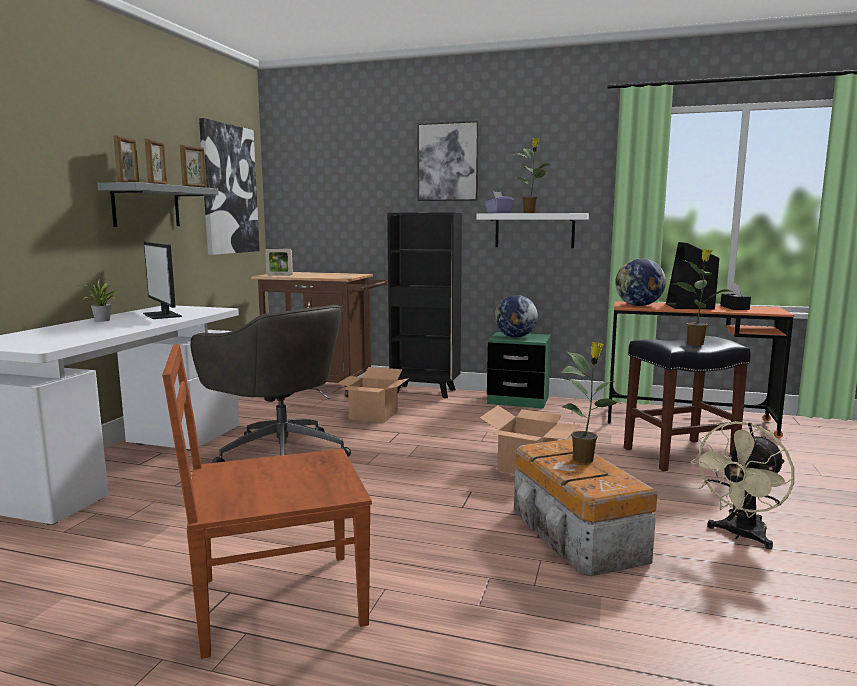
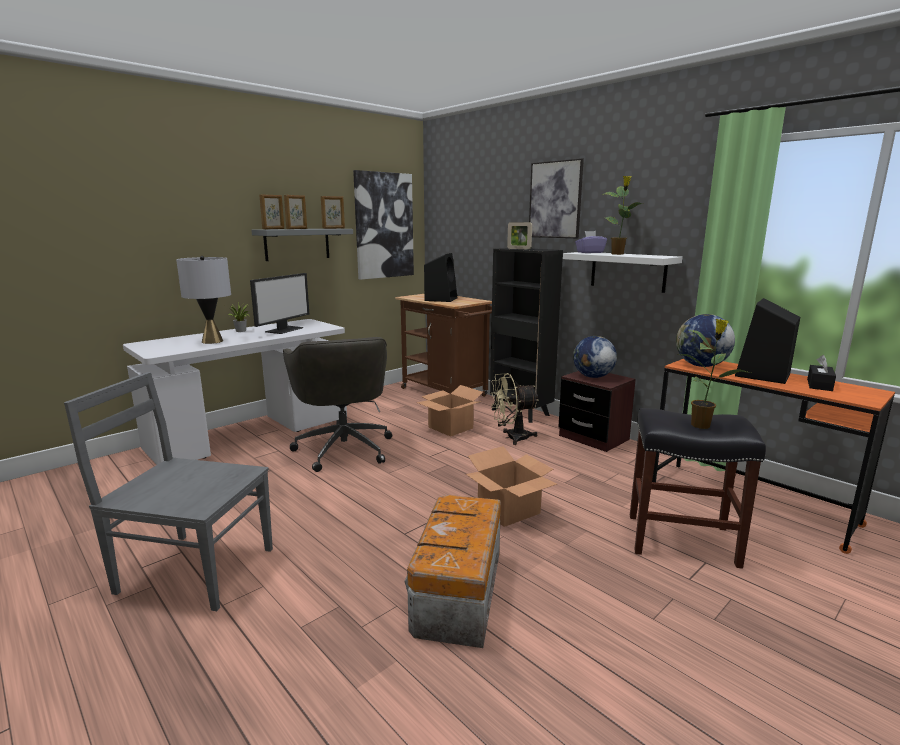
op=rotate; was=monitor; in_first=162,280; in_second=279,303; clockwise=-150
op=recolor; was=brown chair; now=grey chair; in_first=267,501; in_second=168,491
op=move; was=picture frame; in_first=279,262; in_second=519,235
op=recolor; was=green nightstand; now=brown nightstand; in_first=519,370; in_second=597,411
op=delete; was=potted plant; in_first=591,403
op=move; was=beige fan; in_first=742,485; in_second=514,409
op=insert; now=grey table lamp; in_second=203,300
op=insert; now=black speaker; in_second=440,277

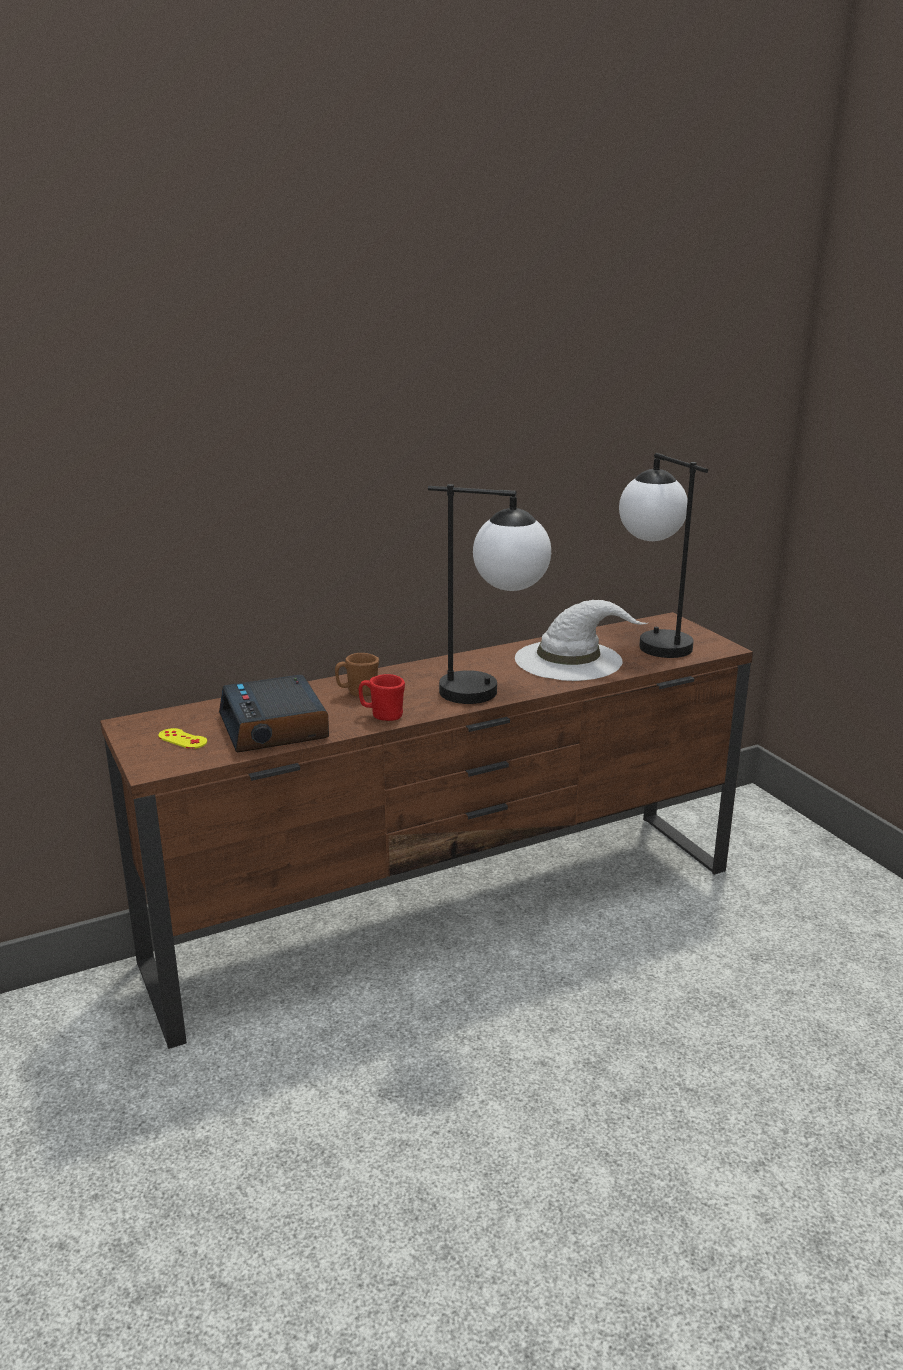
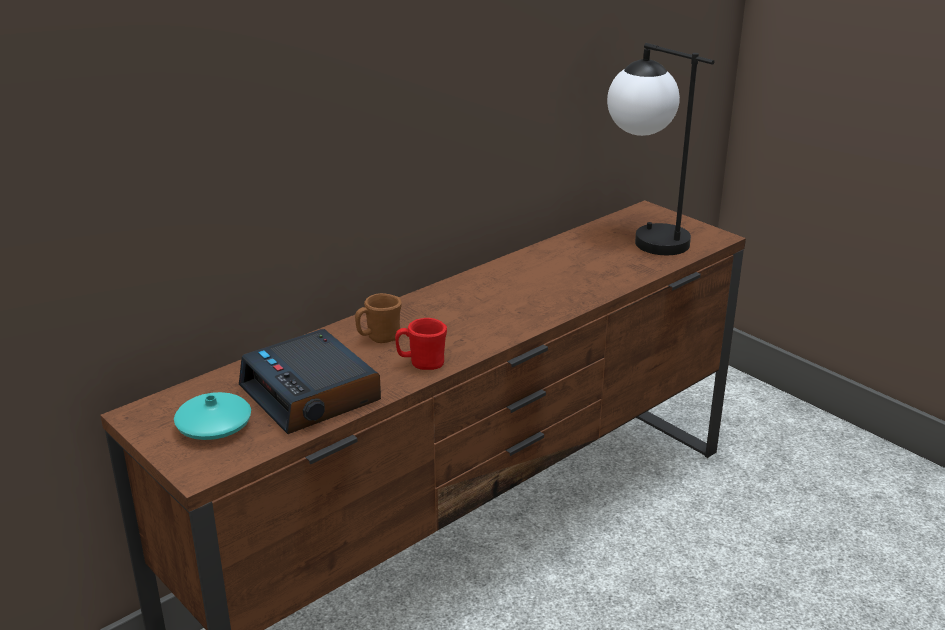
op=replace; was=yellow game controller; now=turquoise vase; in_first=182,738; in_second=212,416
op=delete; was=table lamp; in_first=489,594
op=delete; was=white hat; in_first=581,640

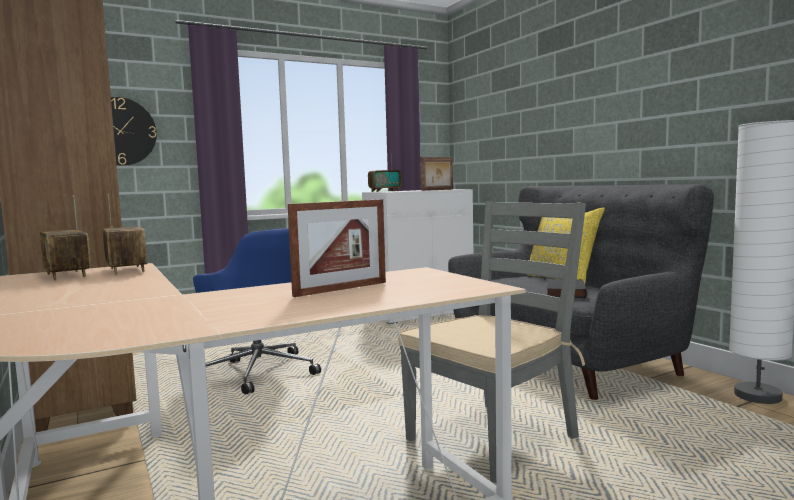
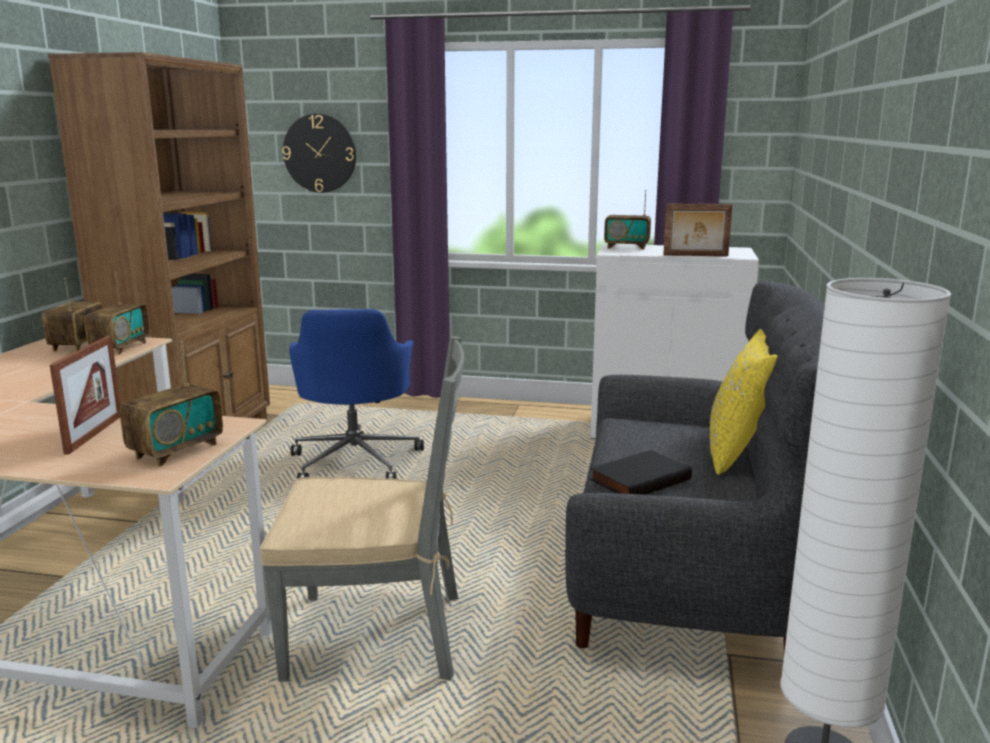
op=rotate; was=picture frame; in_first=337,248; in_second=85,395; clockwise=-90
op=insert; now=radio; in_second=171,404

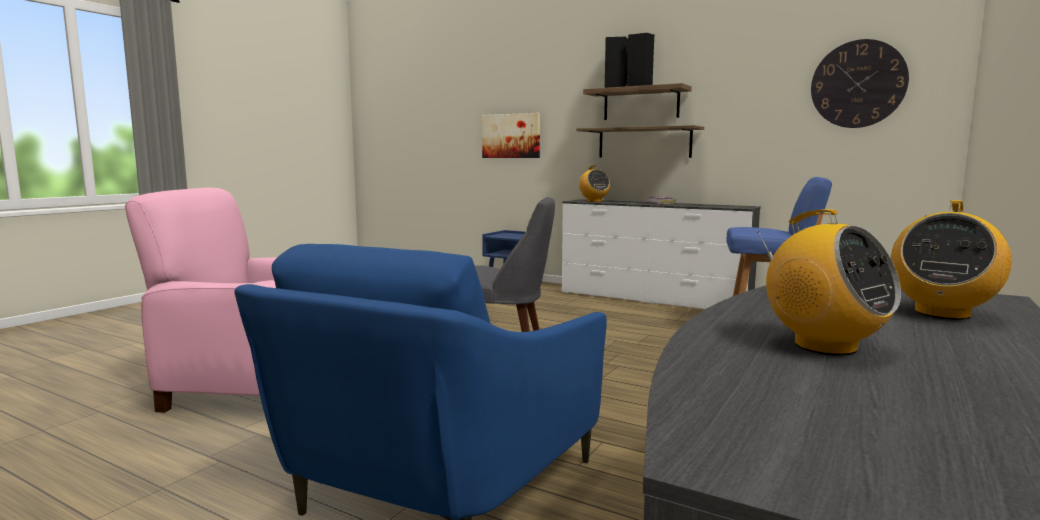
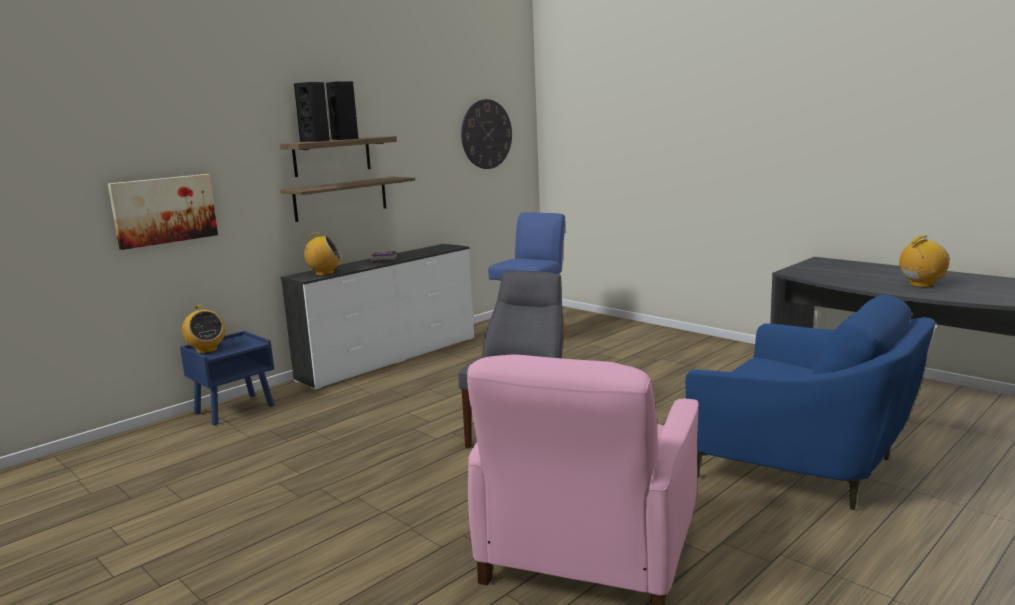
op=move; was=radio; in_first=951,260; in_second=203,329

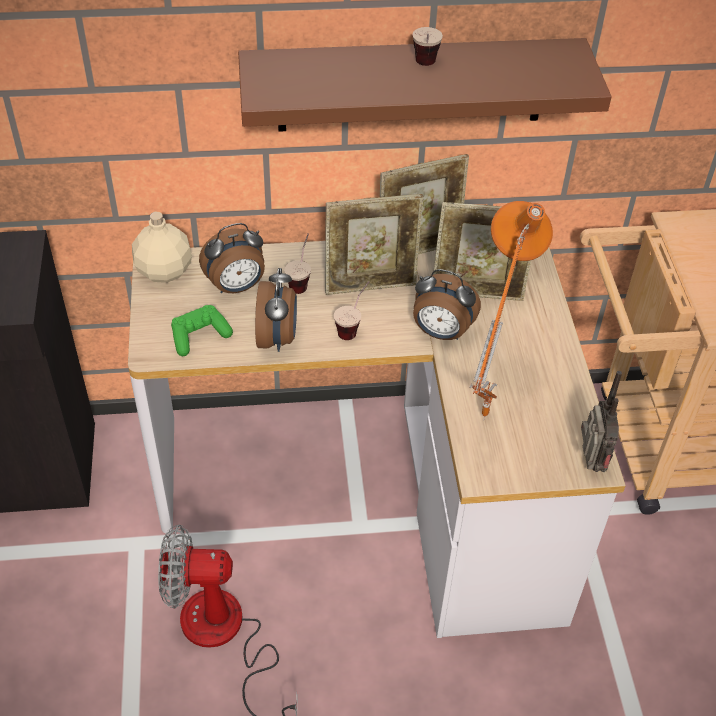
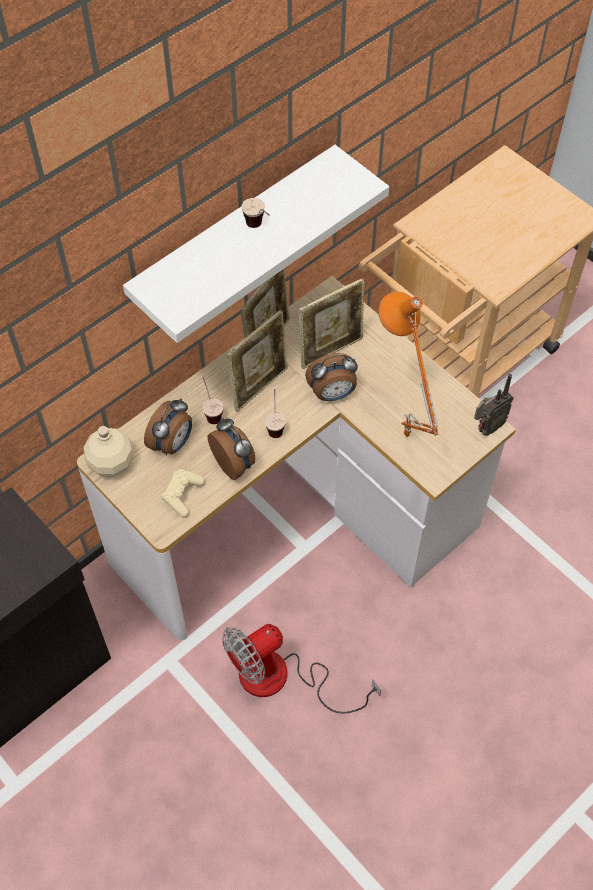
op=recolor; was=green game controller; now=beige game controller; in_first=202,330; in_second=183,493
op=recolor; was=brown shelf; now=white shelf; in_first=425,85; in_second=256,244
op=rotate; was=radio; in_first=601,421; in_second=493,405; clockwise=90

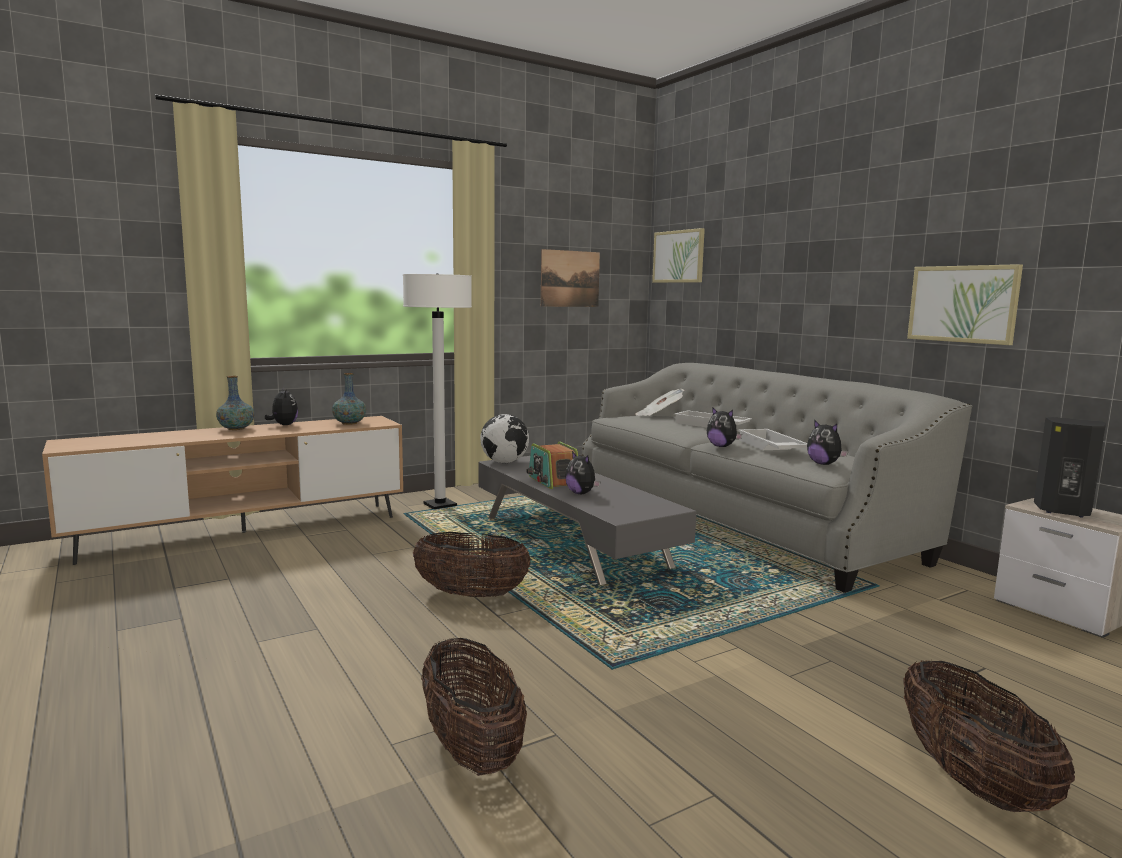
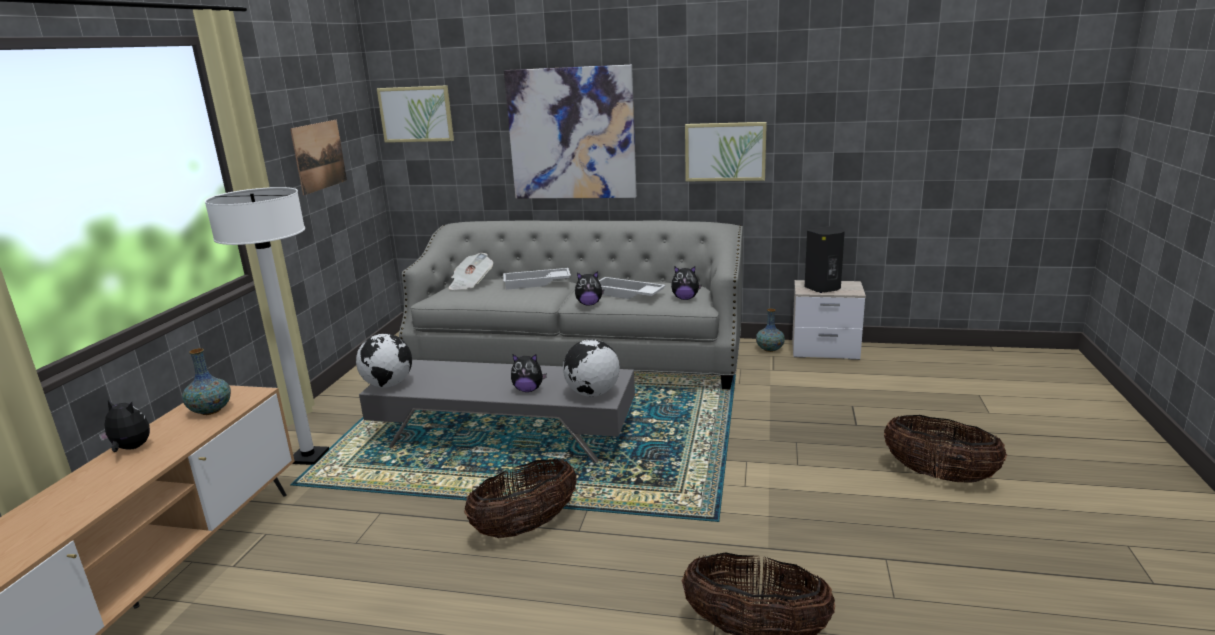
op=move; was=vase; in_first=235,403; in_second=770,330
op=delete; was=radio; in_first=552,465
op=insert; now=picture; in_second=570,132
op=insert; now=globe; in_second=591,368

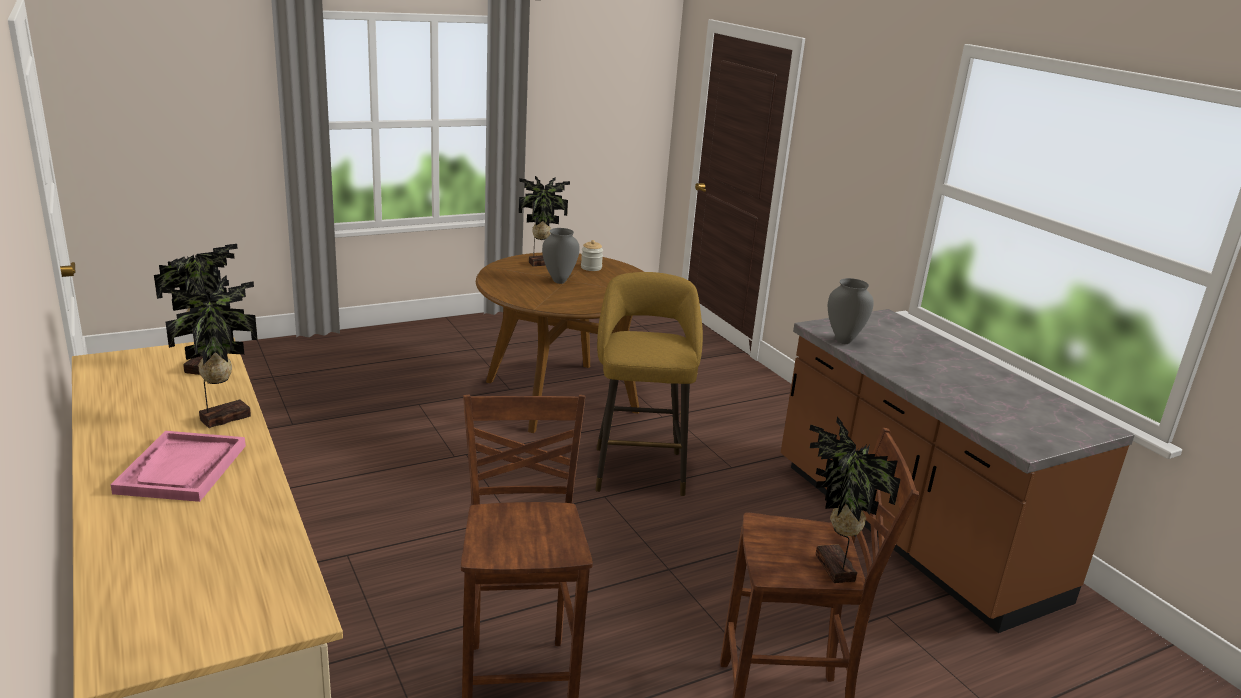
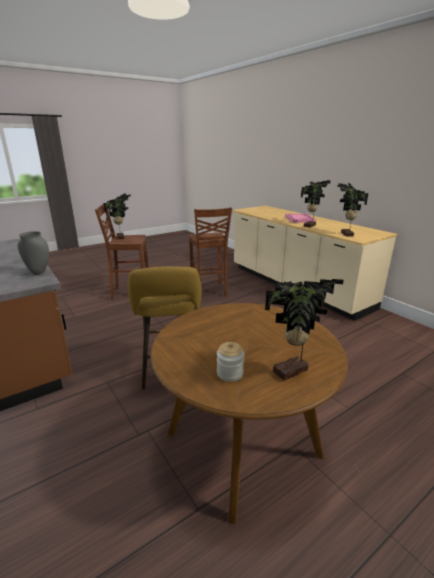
op=delete; was=grey vase; in_first=560,256

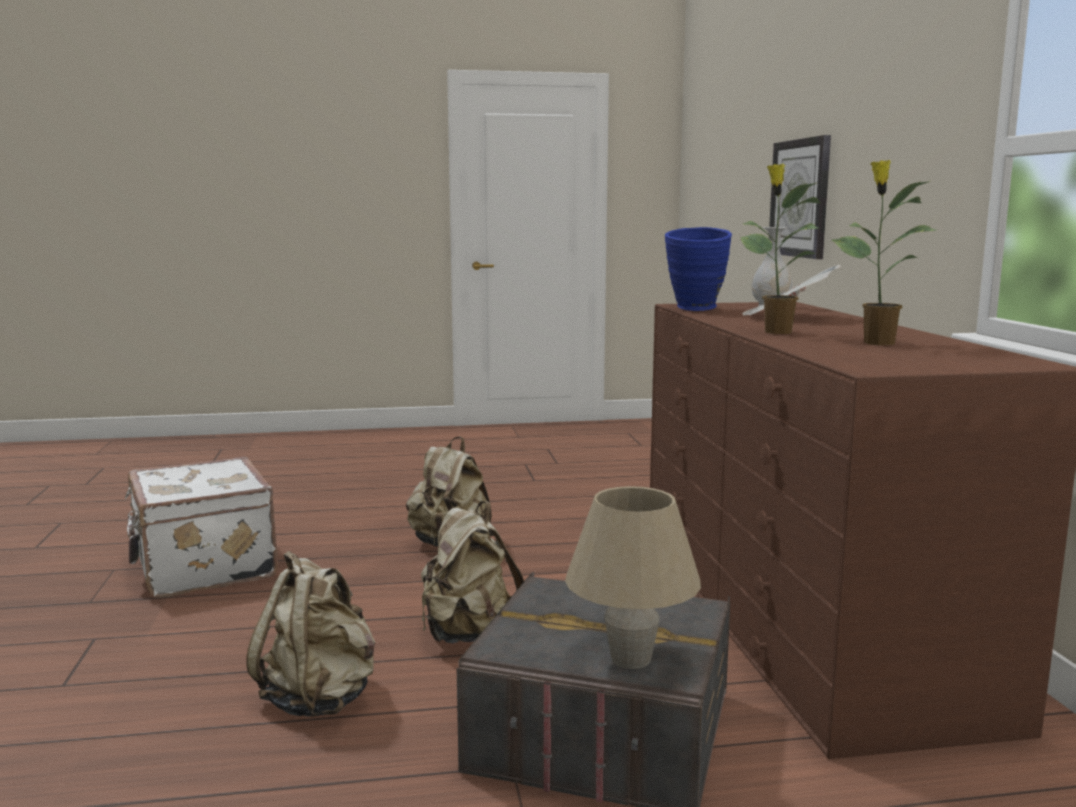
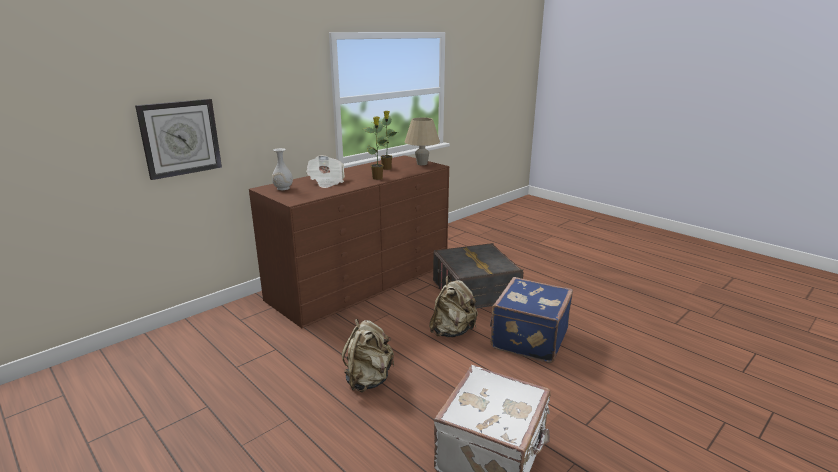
op=replace; was=beige backpack; now=blue suitcase; in_first=311,634; in_second=531,320
op=move; was=beige table lamp; in_first=633,577; in_second=422,141
op=delete; was=blue vase; in_first=698,269

